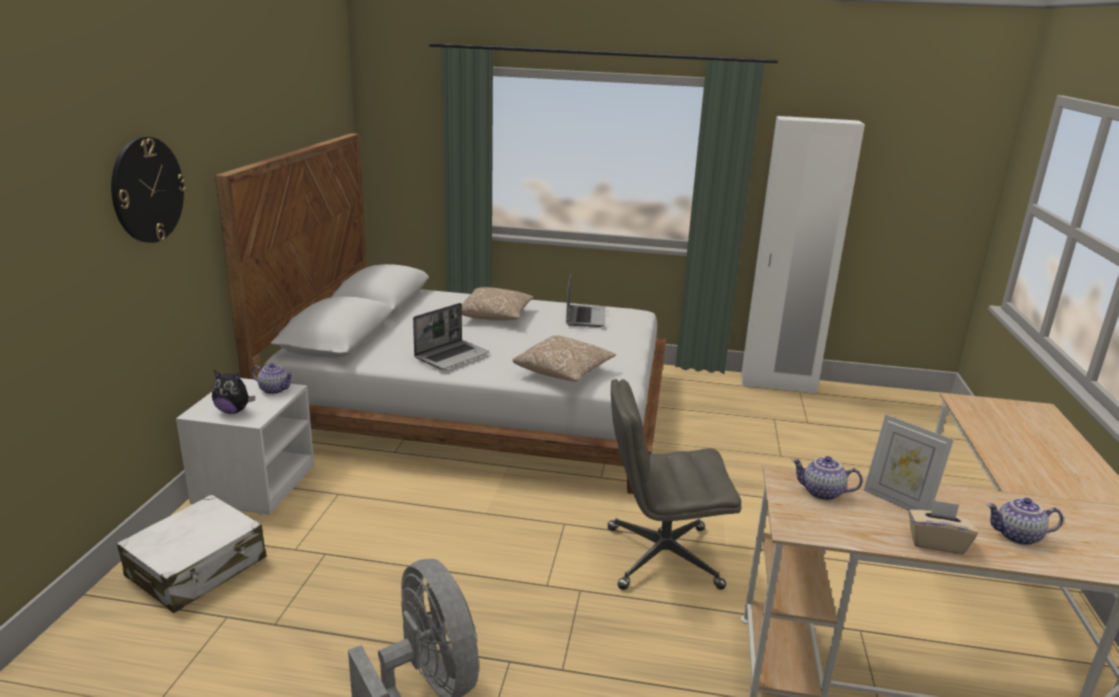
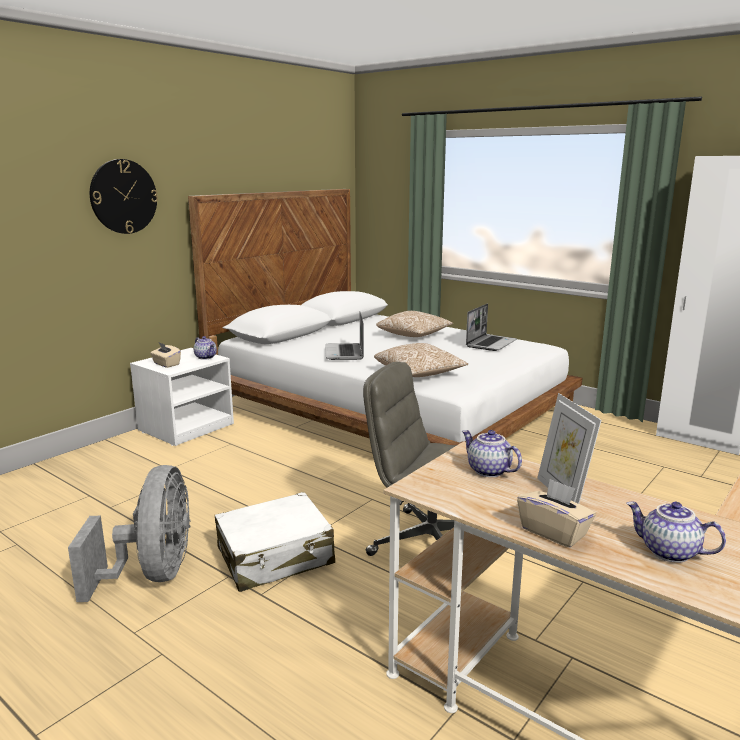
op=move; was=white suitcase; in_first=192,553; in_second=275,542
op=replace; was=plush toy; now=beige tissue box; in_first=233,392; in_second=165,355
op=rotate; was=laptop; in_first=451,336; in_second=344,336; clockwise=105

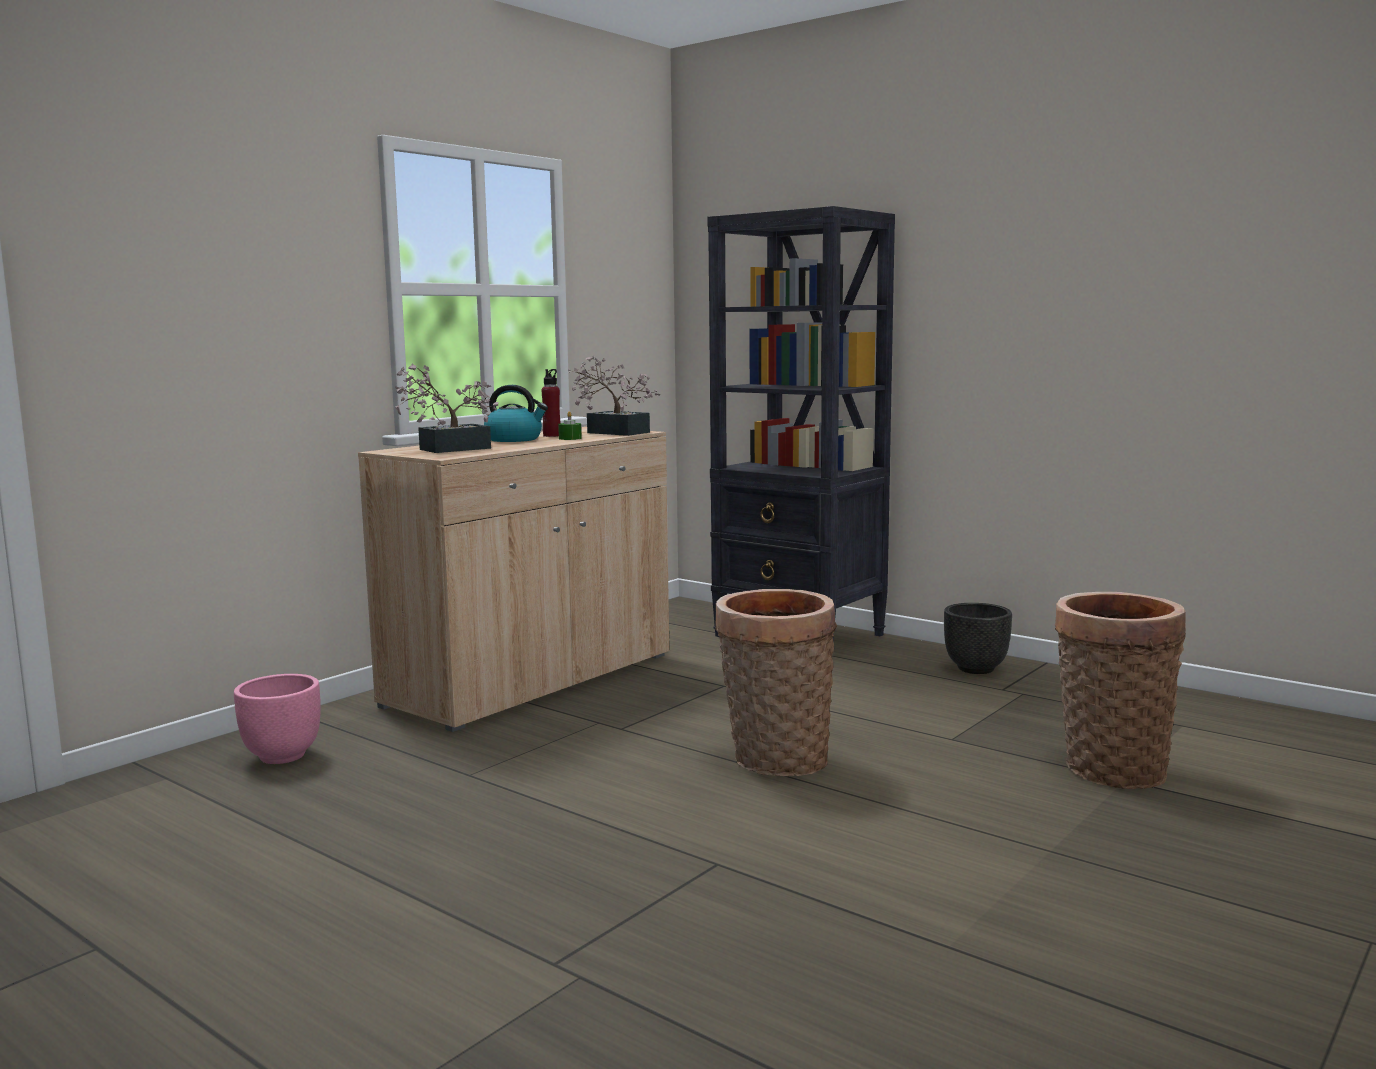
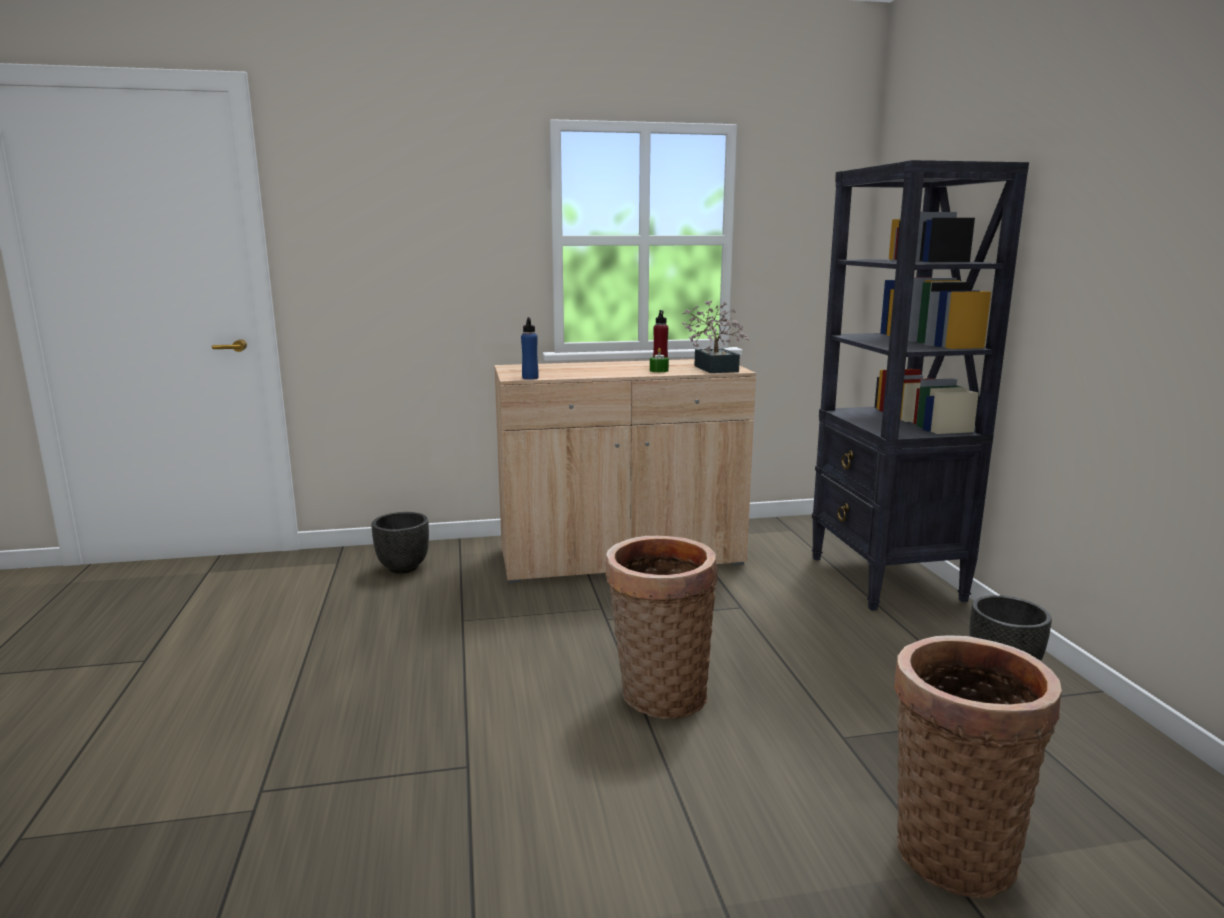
op=recolor; was=pink planter; now=black planter; in_first=277,719; in_second=400,543
op=delete; was=potted plant; in_first=446,408
op=delete; was=kettle; in_first=516,413
op=insert; now=blue bottle; in_second=530,348

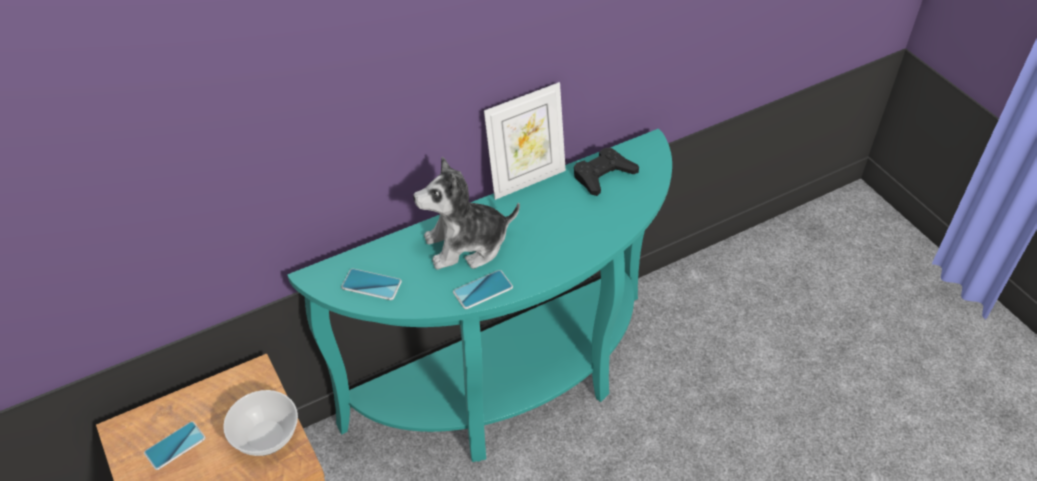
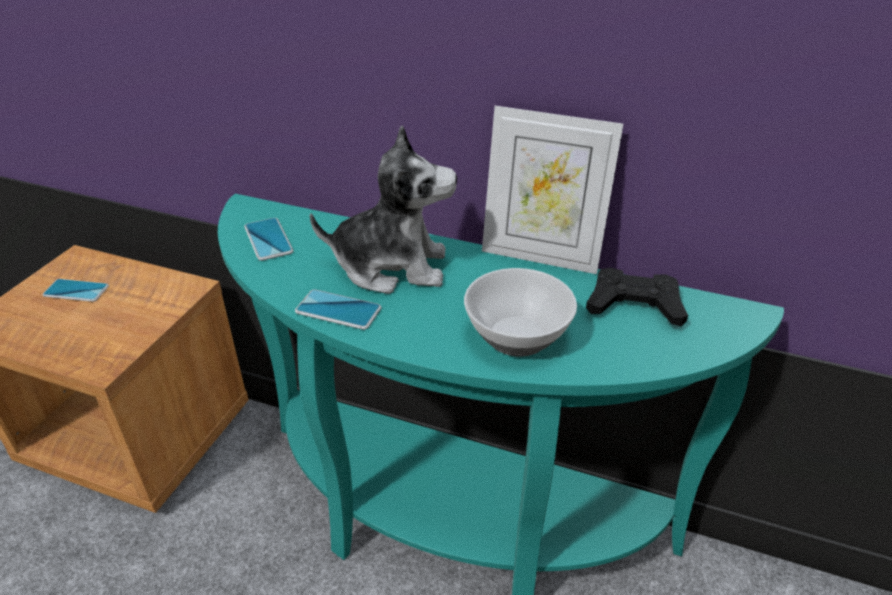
op=move; was=bowl; in_first=260,423; in_second=520,312
op=rotate; was=plush toy; in_first=466,213; in_second=383,210; clockwise=150

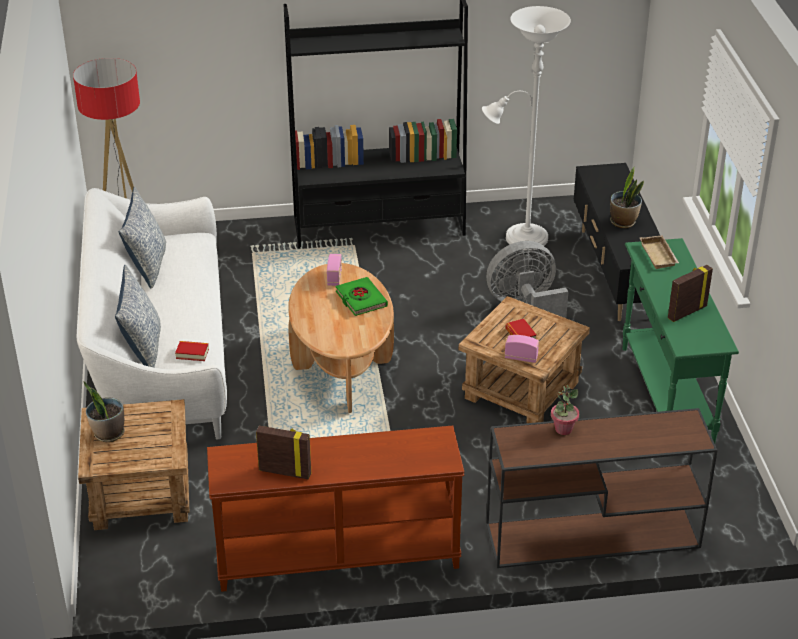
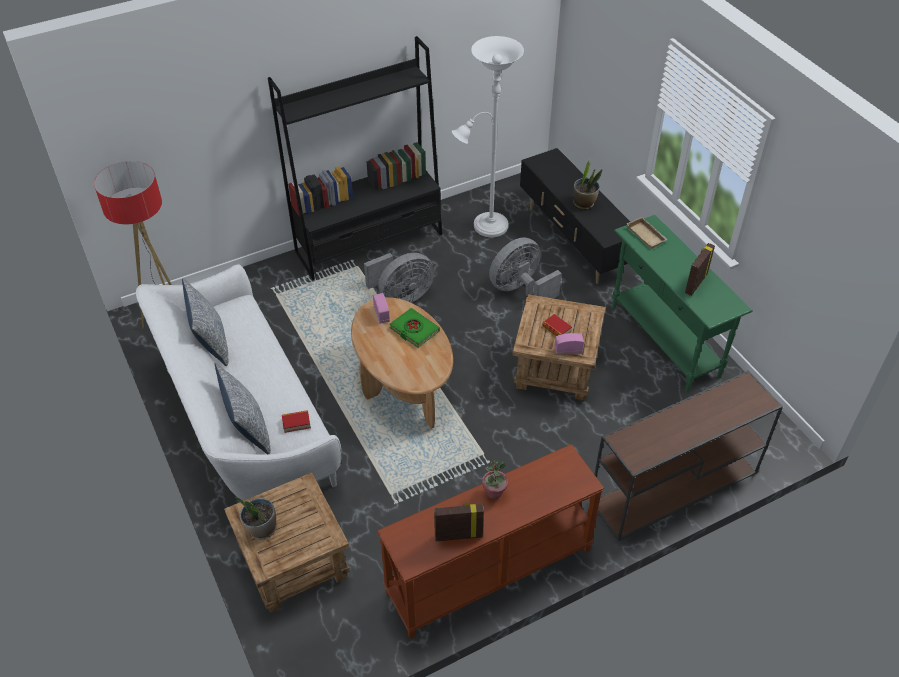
op=move; was=potted plant; in_first=565,410; in_second=495,479
op=insert; now=grey fan; in_second=399,278

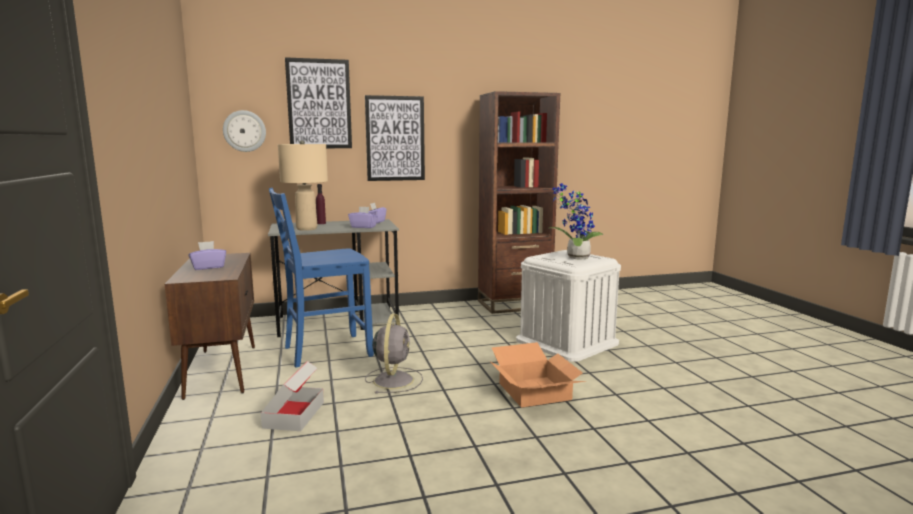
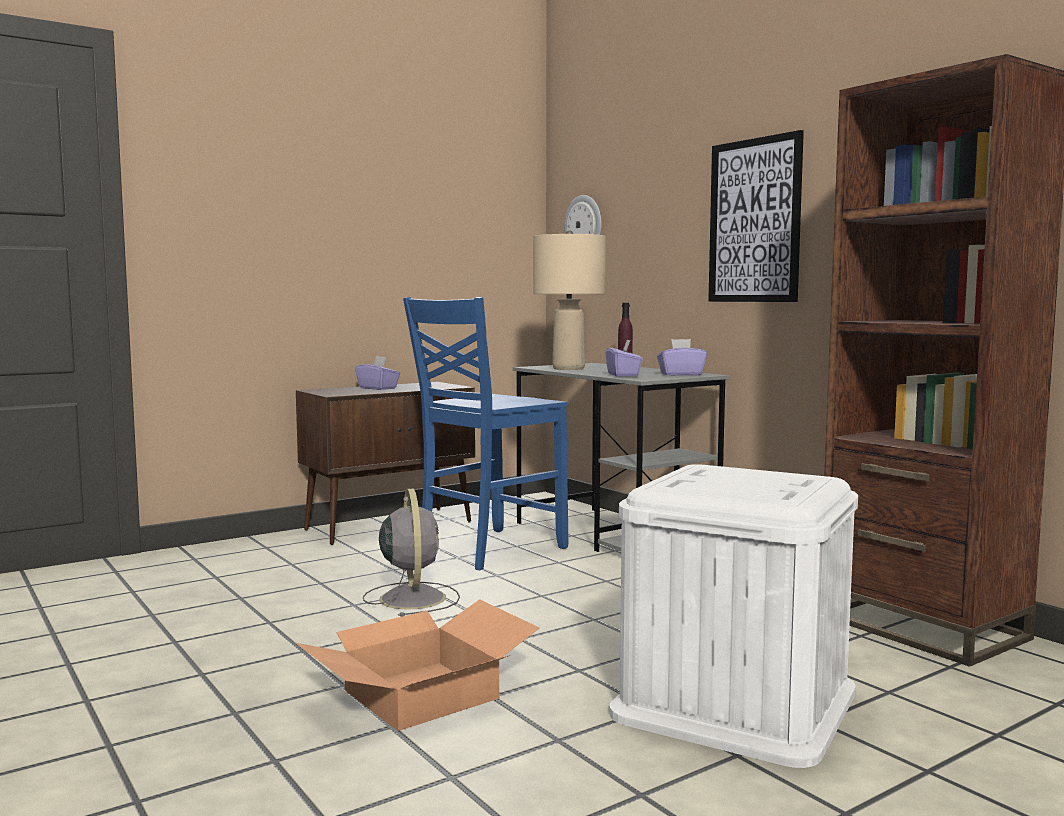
op=delete; was=cardboard box; in_first=292,396
op=rotate; was=blue chair; in_first=321,278; in_second=485,433; clockwise=-90
op=delete; was=picture; in_first=318,102
op=rotate; was=grey fan; in_first=394,354; in_second=411,553; clockwise=-90
op=delete; was=potted plant; in_first=576,221

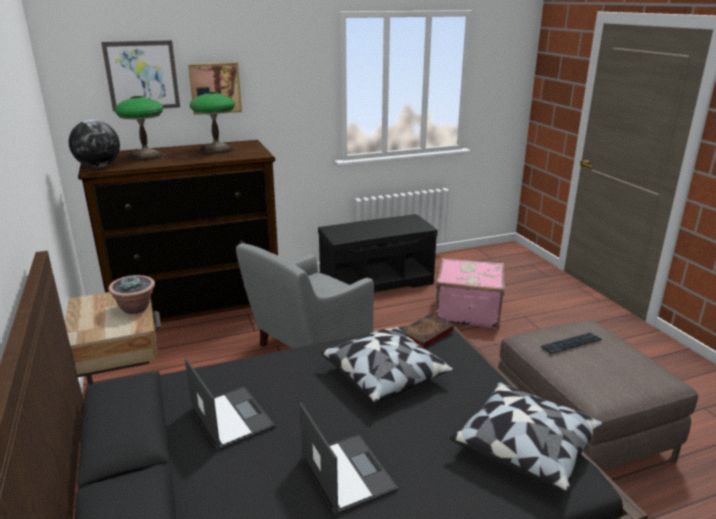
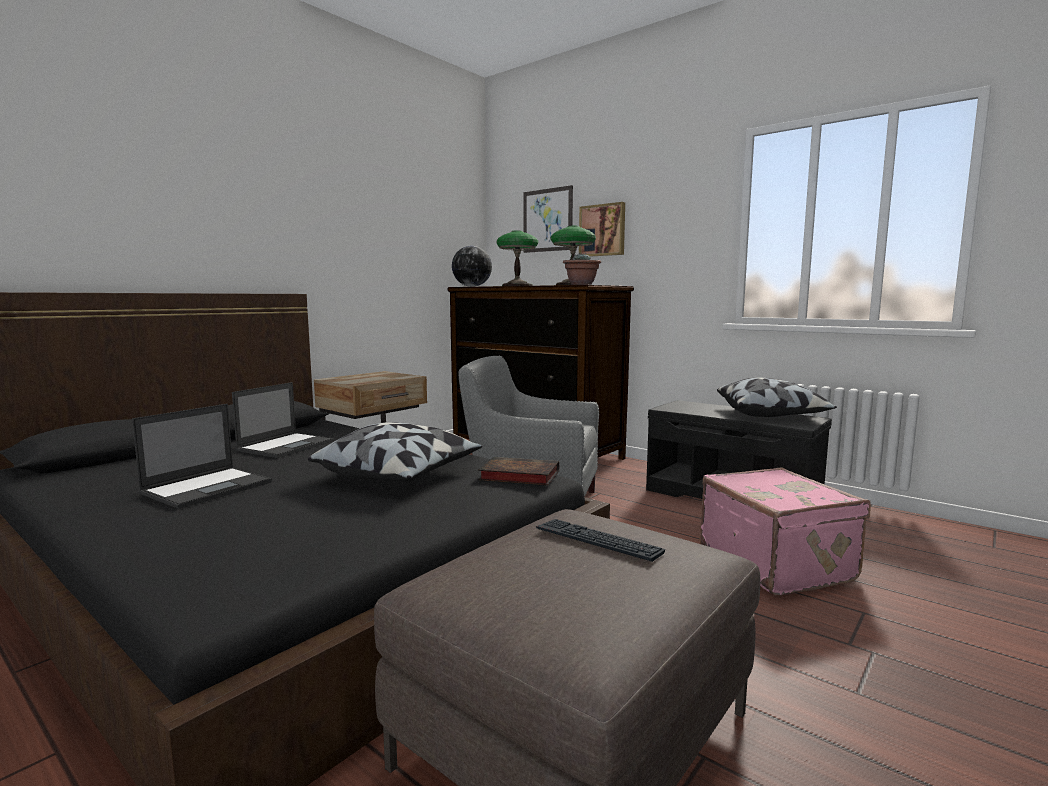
op=move; was=potted plant; in_first=131,294; in_second=582,269
op=move; was=pillow; in_first=526,437; in_second=777,397

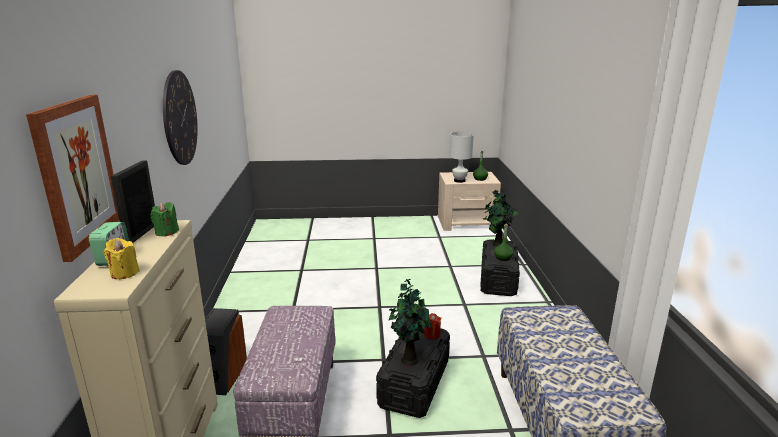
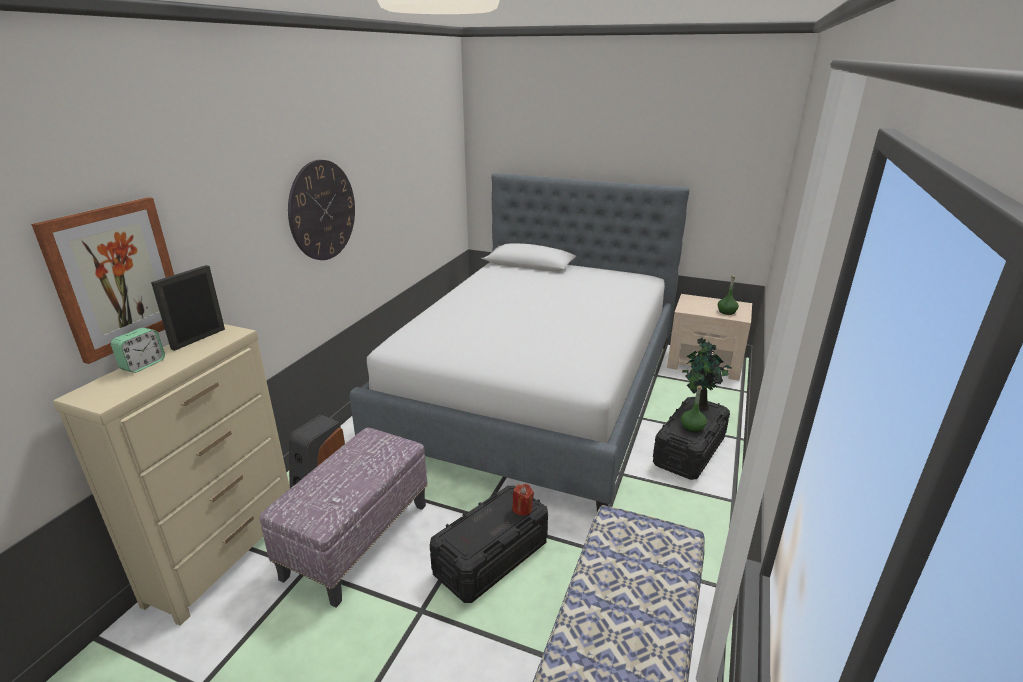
op=delete; was=yellow candle; in_first=121,258
op=delete; was=green candle; in_first=164,219
op=delete; was=potted plant; in_first=410,322
op=delete; was=white table lamp; in_first=462,157
op=insert; now=bed; in_second=520,342

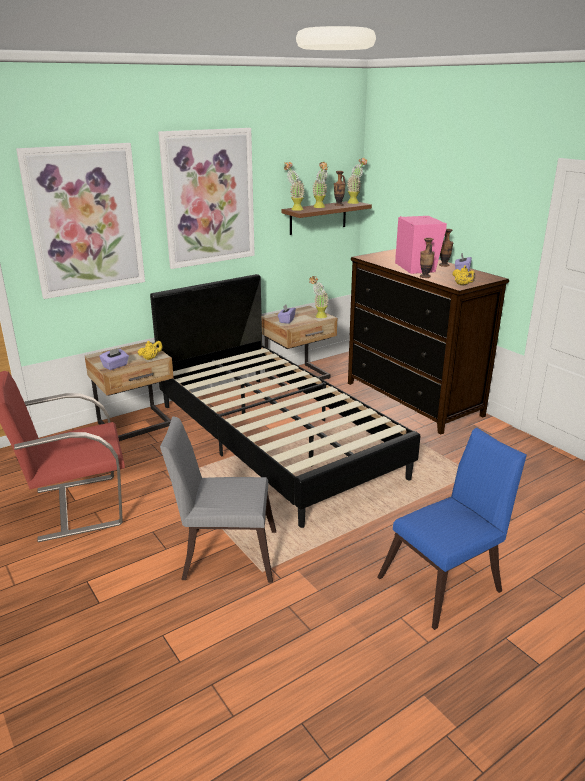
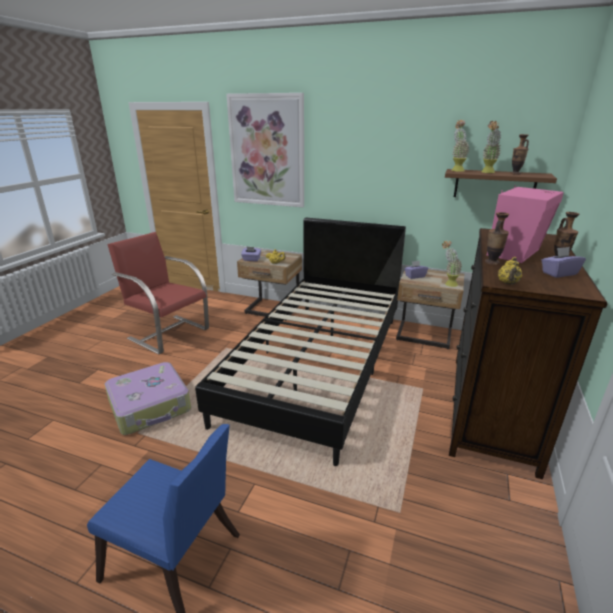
op=delete; was=picture; in_first=206,198
op=replace; was=grey chair; now=suitcase; in_first=218,500; in_second=148,398
op=delete; was=potted plant; in_first=357,181

